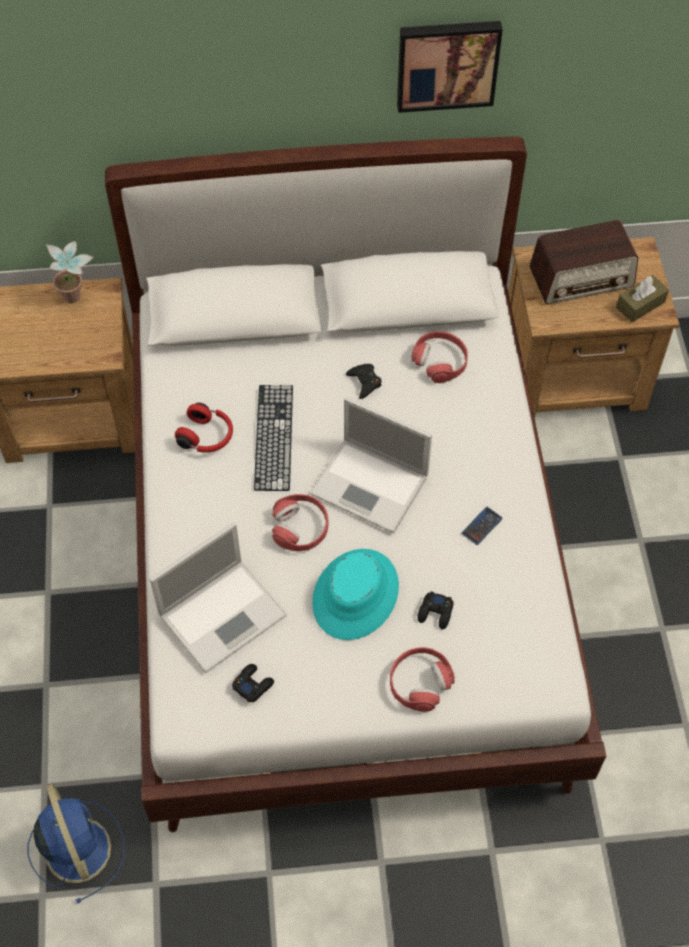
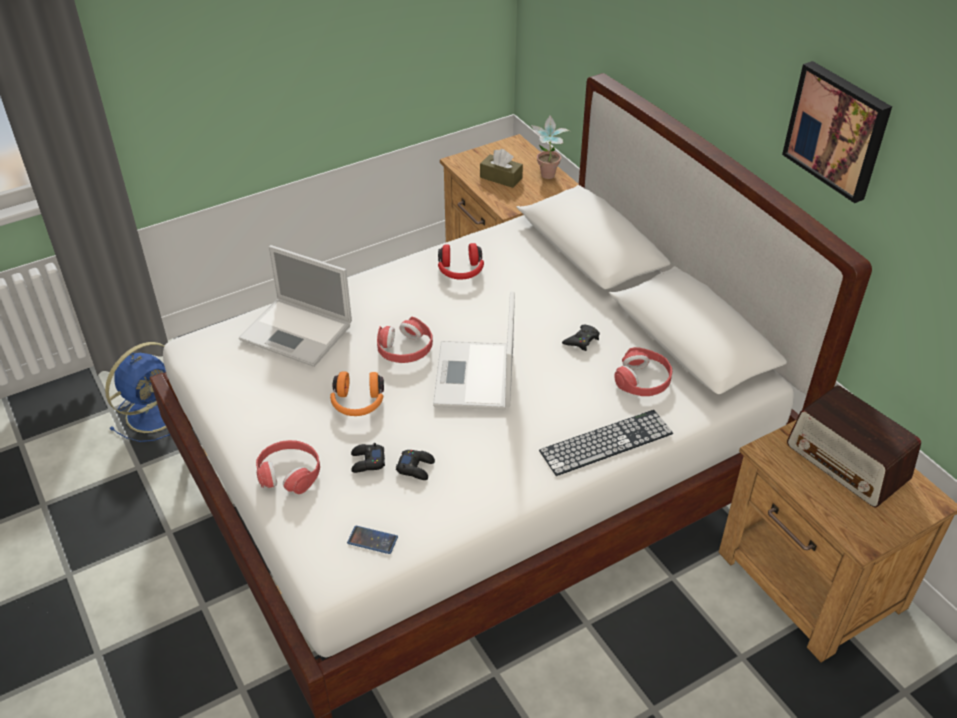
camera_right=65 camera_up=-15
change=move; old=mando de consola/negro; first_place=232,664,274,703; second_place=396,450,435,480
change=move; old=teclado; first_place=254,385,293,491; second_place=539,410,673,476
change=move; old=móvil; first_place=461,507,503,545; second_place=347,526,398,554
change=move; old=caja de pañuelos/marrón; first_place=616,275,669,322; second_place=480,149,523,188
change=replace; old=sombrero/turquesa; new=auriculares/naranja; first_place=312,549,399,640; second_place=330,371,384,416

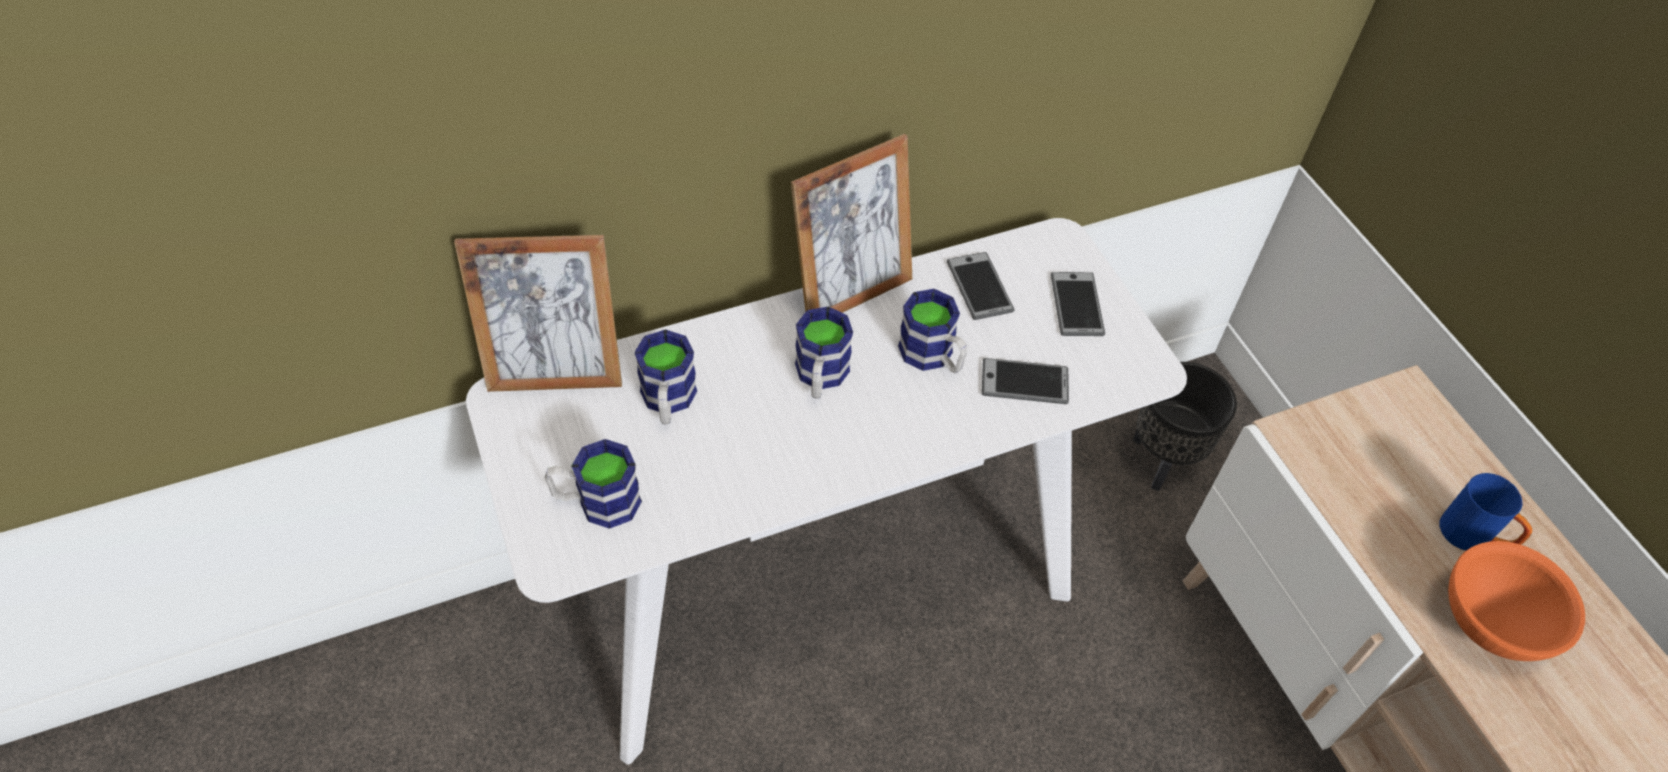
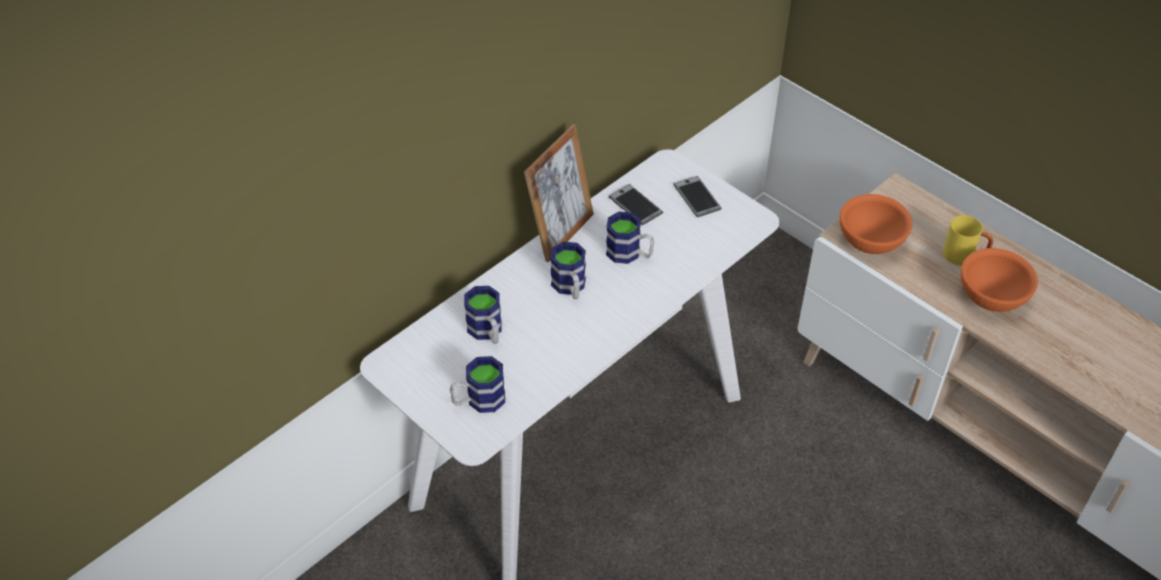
camera_right=-20 camera_up=-5
change=delete; old=portarretratos; first_place=454,235,622,392
change=delete; old=móvil; first_place=982,358,1069,404
change=delete; old=maceta/negro; first_place=1133,362,1237,491
change=insert; new=cuenco/naranja; second_place=840,194,912,254
change=recolor; old=taza grande/azul; new=taza grande/amarillo; first_place=1440,473,1532,551; second_place=943,215,993,265

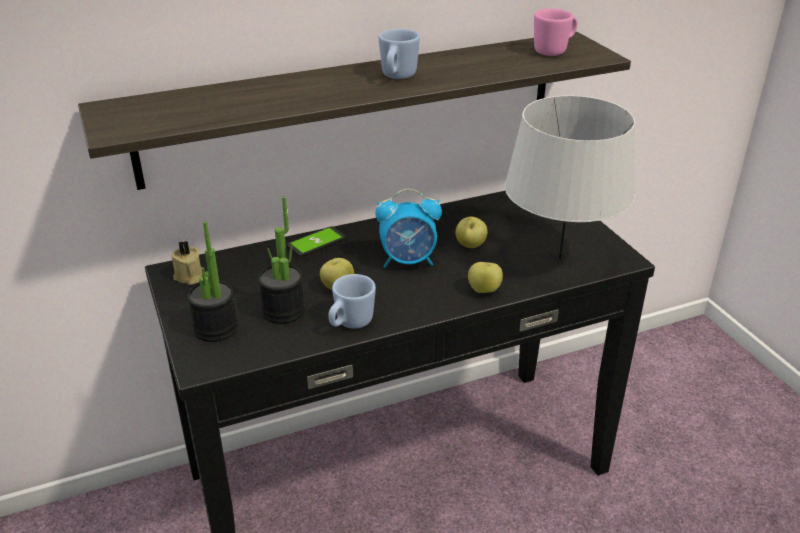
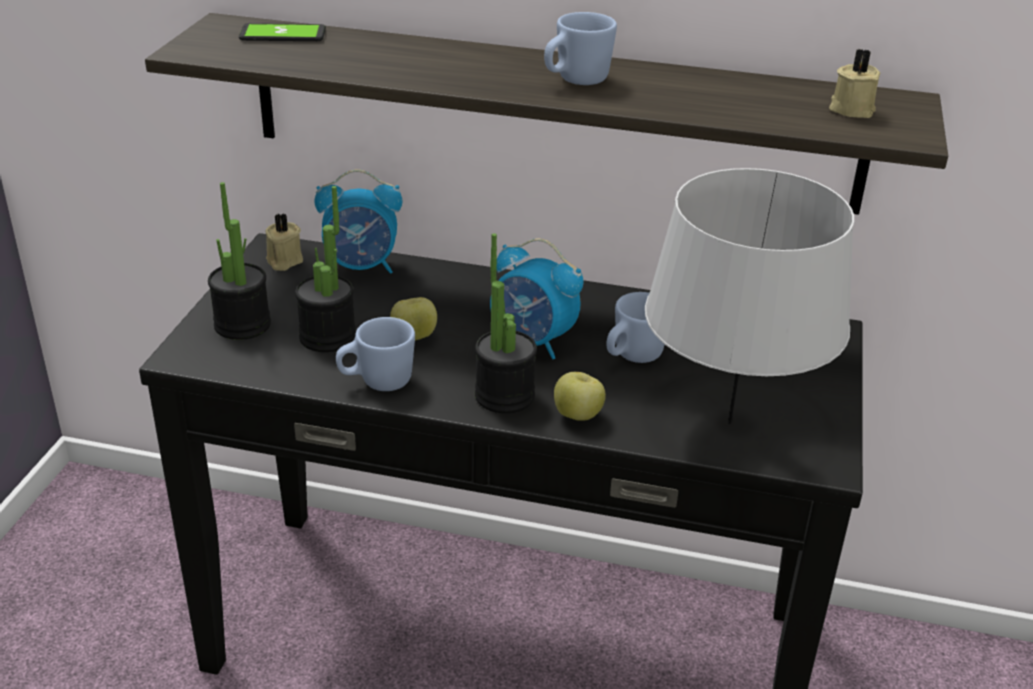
camera_right=35 camera_up=0
change=insert; new=despertador; second_place=314,169,402,274
change=insert; new=planta en maceta; second_place=475,233,537,413
change=move; old=móvil; first_place=287,226,346,256; second_place=239,23,326,41
change=replace; old=manzana; new=taza grande/azul; first_place=455,216,488,248; second_place=607,292,665,363
change=replace; old=taza grande/rosa; new=vela/beis; first_place=534,9,577,56; second_place=829,49,881,118

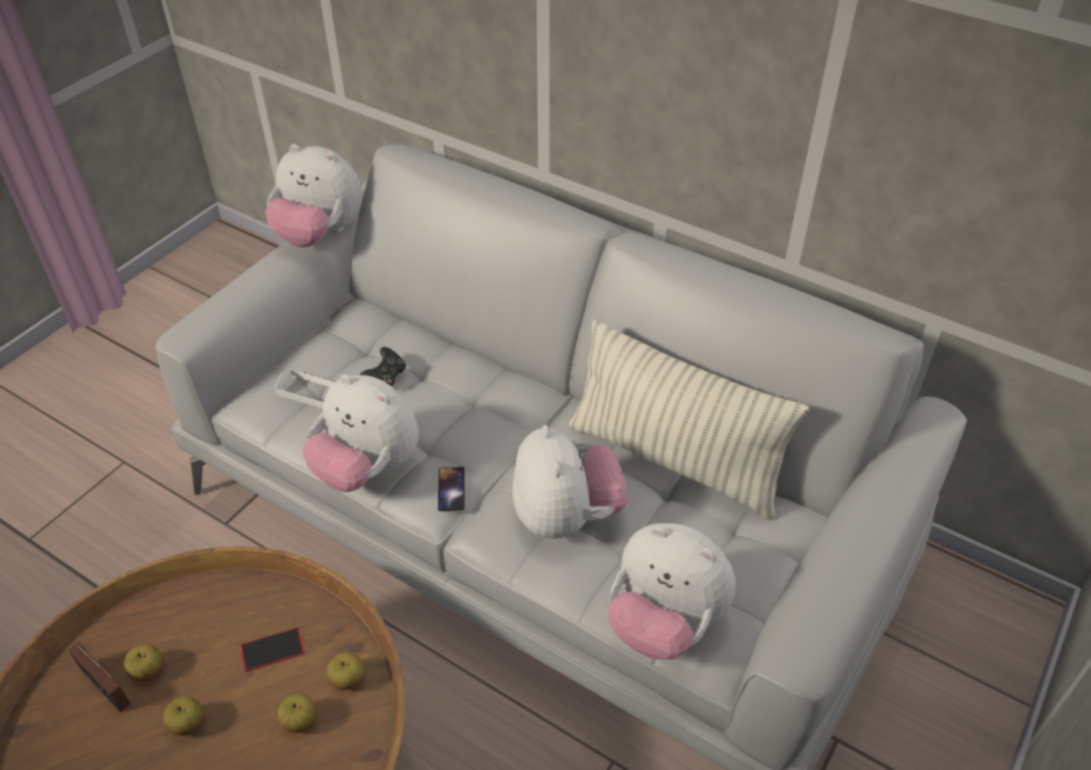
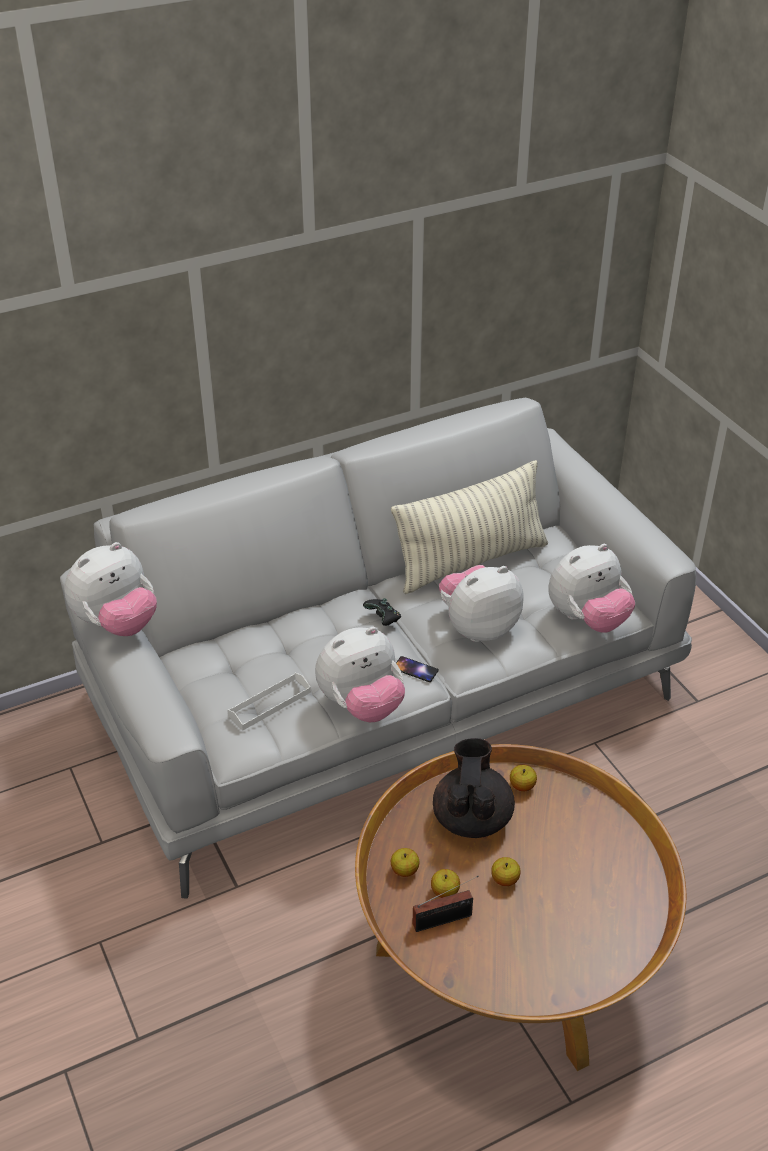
camera_right=-60 camera_up=-5
change=move; old=manzana; first_place=278,694,316,733; second_place=391,848,419,877
change=move; old=mando de consola/negro; first_place=360,347,406,386; second_place=363,598,401,626
change=replace; old=móvil; new=tetera/negro; first_place=240,627,305,672; second_place=433,738,515,838
change=rotate; old=peluche; first_place=513,425,627,539; second_place=439,565,524,642; degrees=-45

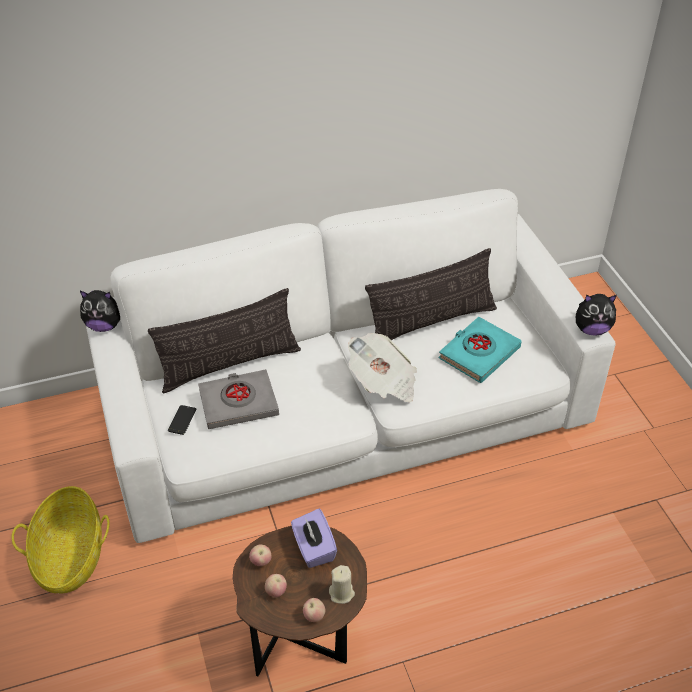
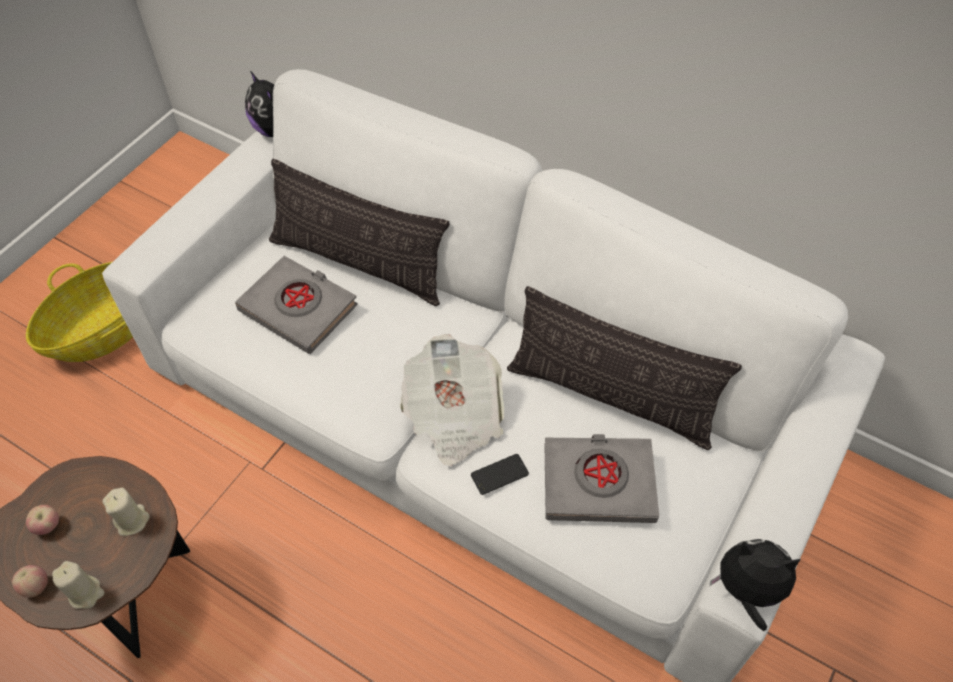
camera_right=50 camera_up=10
change=delete; old=manzana; first_place=249,544,271,566
change=move; old=móvil; first_place=168,405,197,435; second_place=471,454,529,495
change=replace; old=caja de pañuelos/morado; new=vela/beis; first_place=291,509,337,568; second_place=102,488,150,536
change=recolor; old=libro/turquesa; new=libro/gris; first_place=438,317,521,383; second_place=544,434,659,523
change=rotate; old=peluche; first_place=576,294,617,336; second_place=710,539,800,631; degrees=150

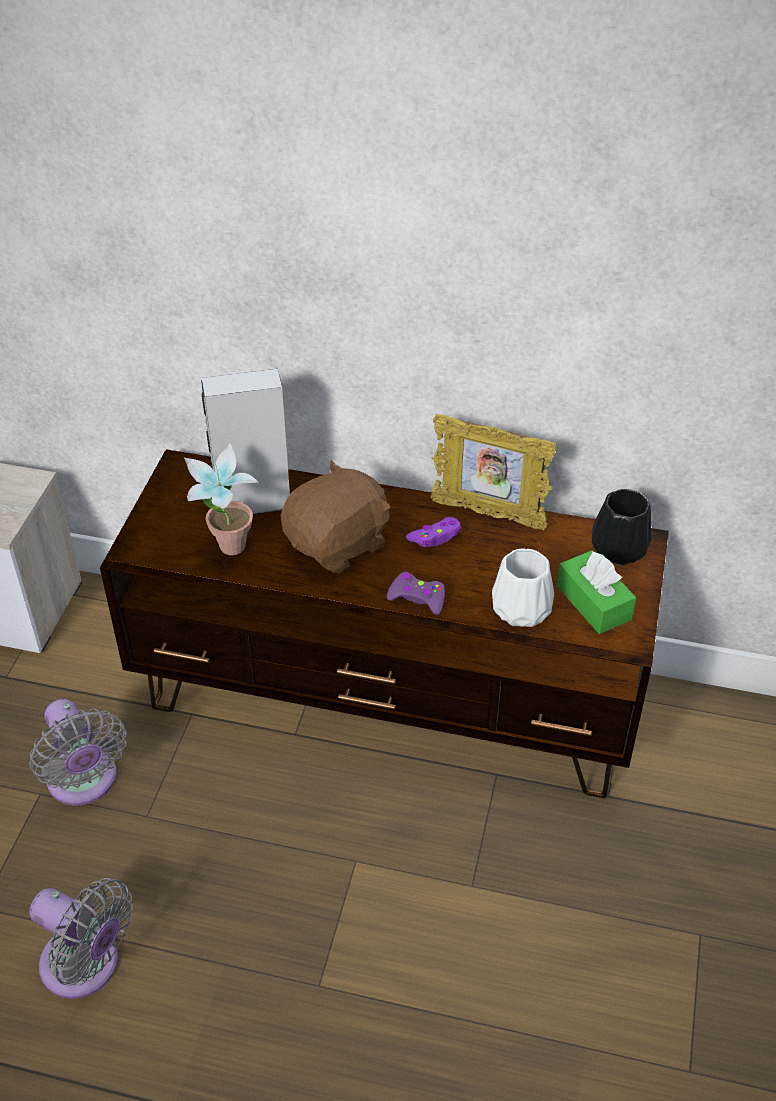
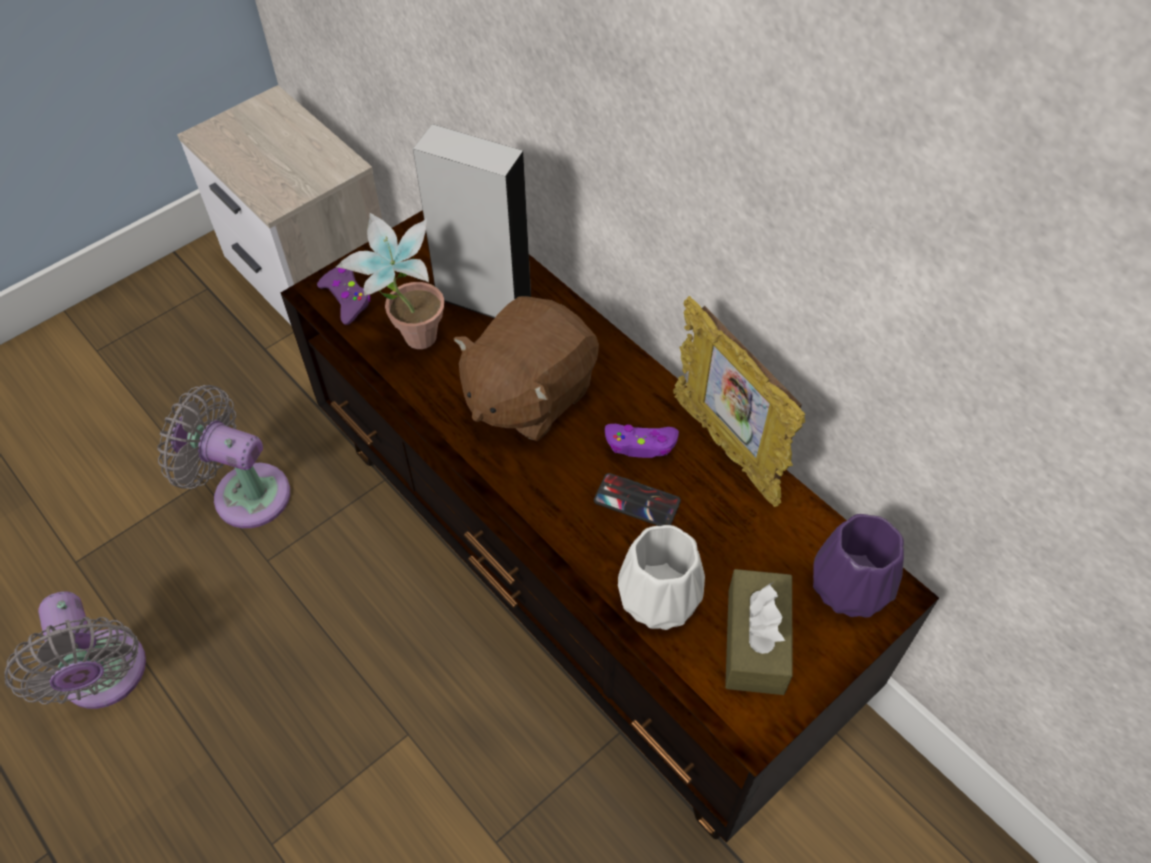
camera_right=35 camera_up=10
change=insert; new=móvil; second_place=594,473,681,526
change=move; old=mando de consola/morado; first_place=387,572,445,615; second_place=317,267,371,325
change=recolor; old=caja de pañuelos/verde; new=caja de pañuelos/marrón; first_place=557,550,636,634; second_place=725,569,793,695
change=recolor; old=florero/negro; new=florero/morado; first_place=592,489,652,565; second_place=813,514,904,618
change=rotate; old=ventilador/gris; first_place=29,699,127,806; second_place=157,385,290,528; degrees=105
change=rotate; old=peluche/marrón; first_place=280,460,390,573; second_place=454,296,599,441; degrees=135

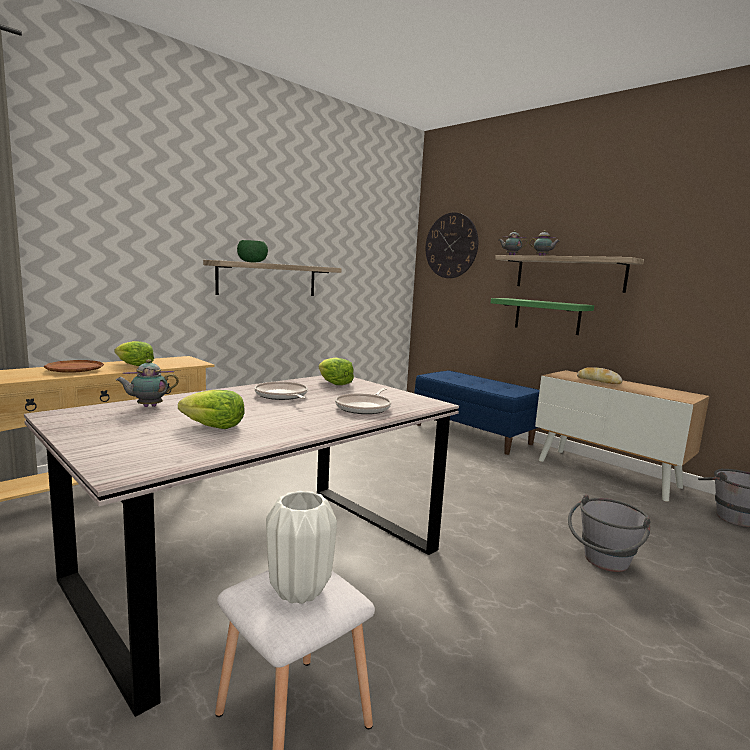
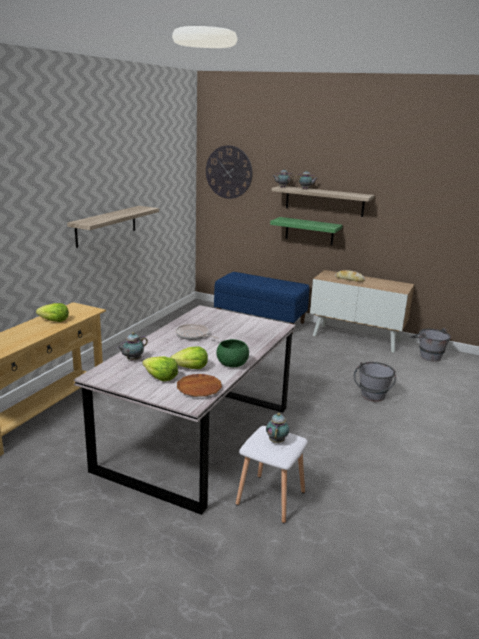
camera_right=-20 camera_up=10
change=delete; old=sartén; first_place=335,388,391,414
change=move; old=plato/marrón; first_place=44,360,104,373; second_place=177,374,222,397
change=move; old=cuenco/verde; first_place=237,240,268,262; second_place=216,339,249,367
change=move; old=lechuga; first_place=319,358,354,385; second_place=142,356,178,381
change=replace; old=florero/blanco; new=tetera; first_place=266,491,337,604; second_place=266,413,289,443

